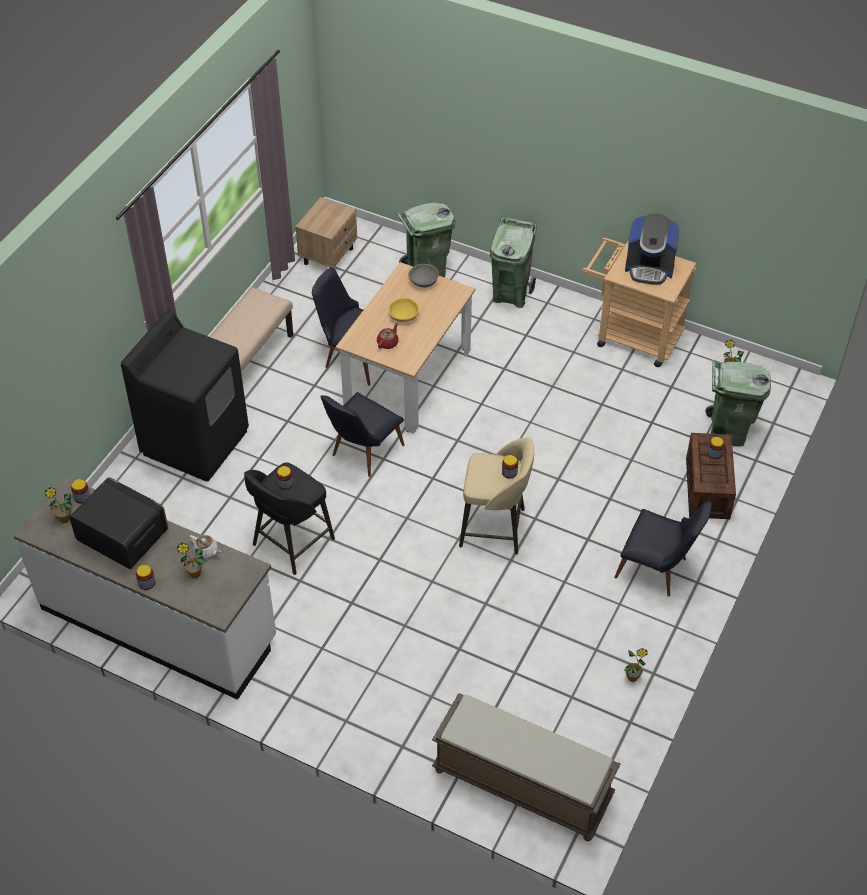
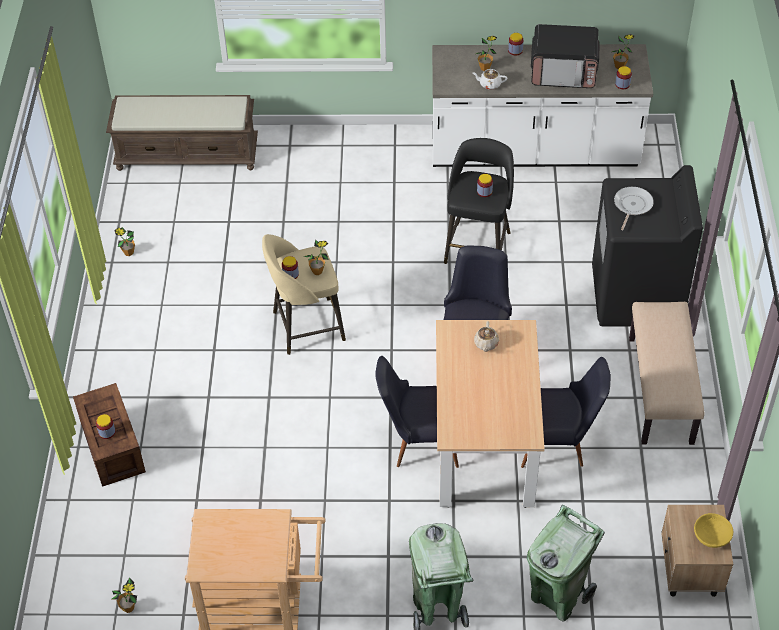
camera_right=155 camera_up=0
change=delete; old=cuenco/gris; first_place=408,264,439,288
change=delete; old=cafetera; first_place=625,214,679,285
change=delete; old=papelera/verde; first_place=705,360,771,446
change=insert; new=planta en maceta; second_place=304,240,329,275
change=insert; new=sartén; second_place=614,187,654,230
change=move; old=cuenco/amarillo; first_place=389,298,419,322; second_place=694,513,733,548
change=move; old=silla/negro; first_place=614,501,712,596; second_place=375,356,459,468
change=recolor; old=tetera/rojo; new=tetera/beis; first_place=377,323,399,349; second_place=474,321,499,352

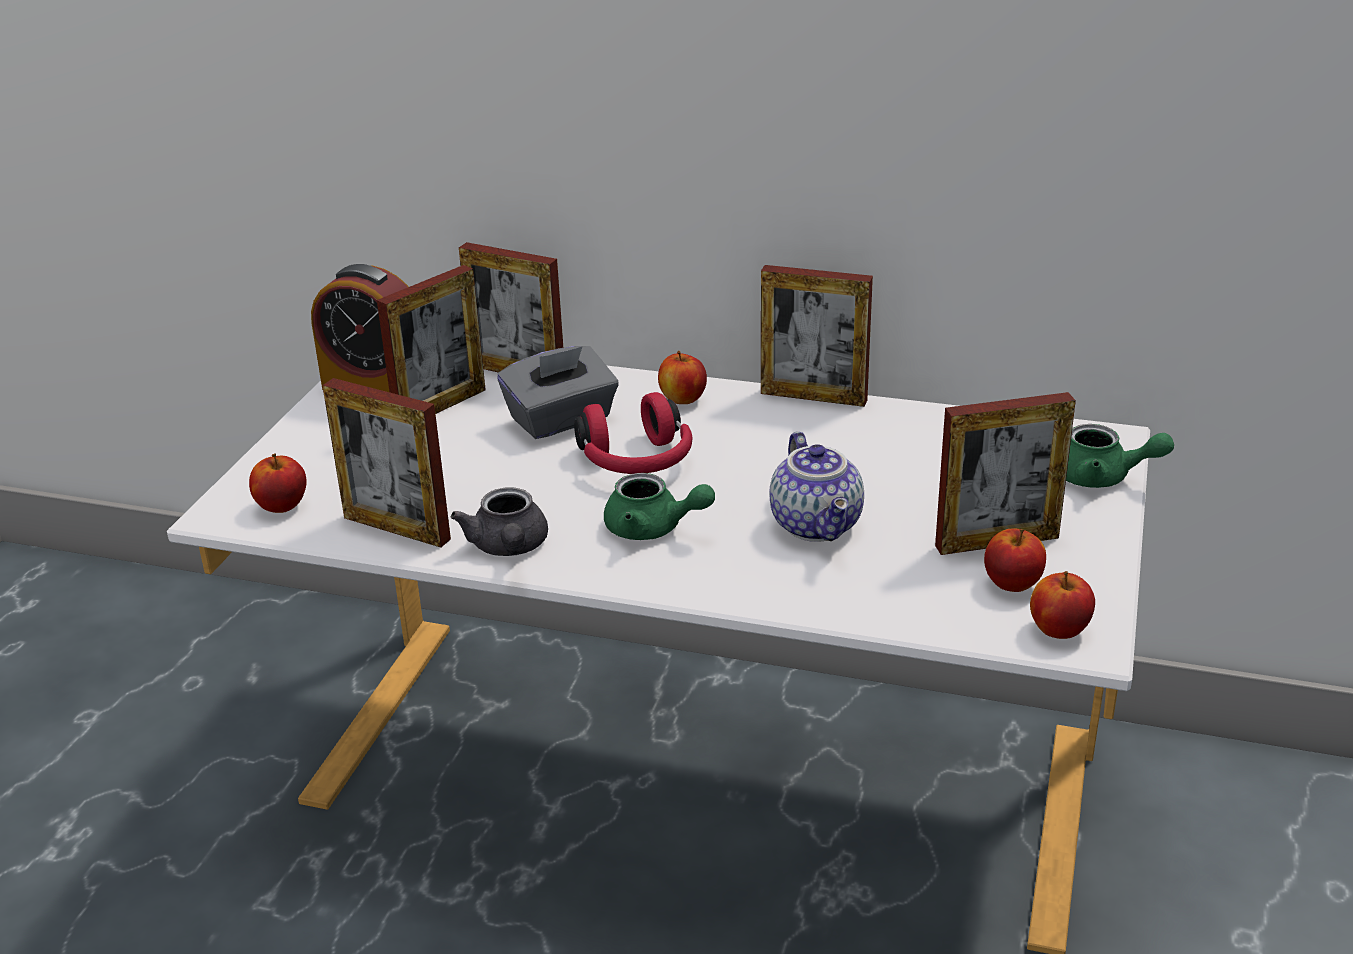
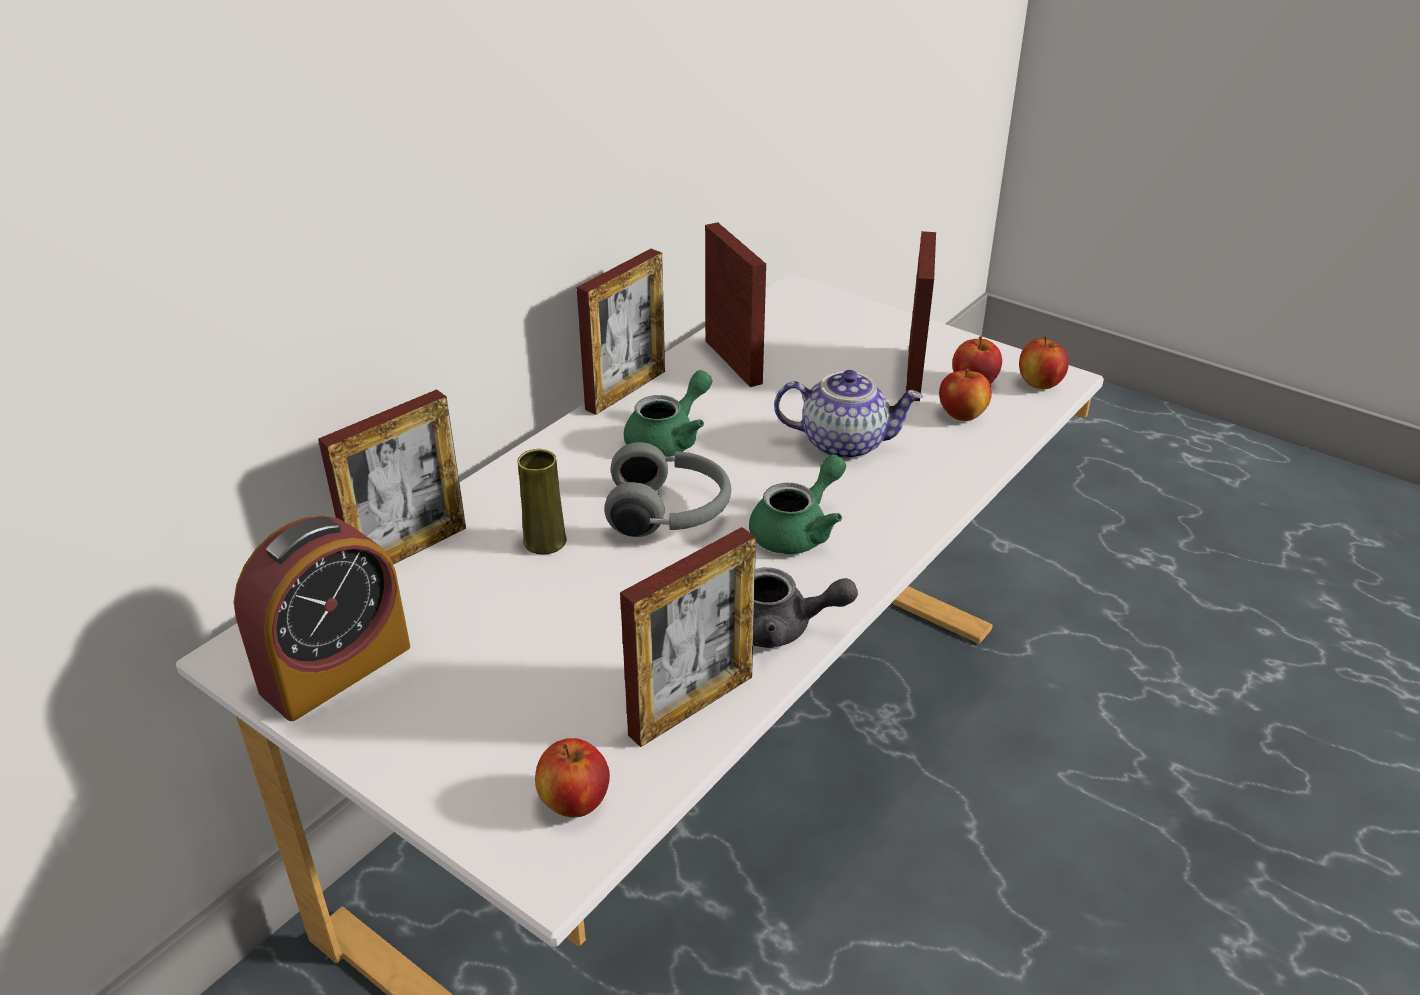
camera_right=-70 camera_up=5
change=move; old=portarretratos; first_place=377,265,486,414; second_place=705,222,766,387
change=move; old=manzana; first_place=658,351,707,404; second_place=939,369,992,421
change=move; old=tetera/verde; first_place=1066,424,1174,488; second_place=624,370,712,457
change=replace; old=caja de pañuelos/gris; new=florero/amarillo; first_place=498,346,619,439; second_place=517,449,567,554
change=recolor; old=auriculares/rojo; new=auriculares/gris; first_place=574,392,693,474; second_place=605,442,731,537

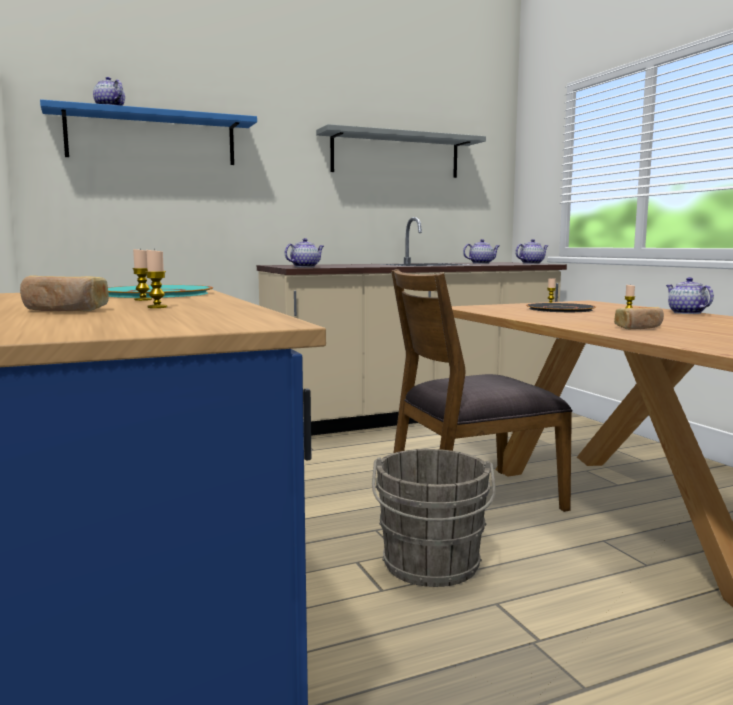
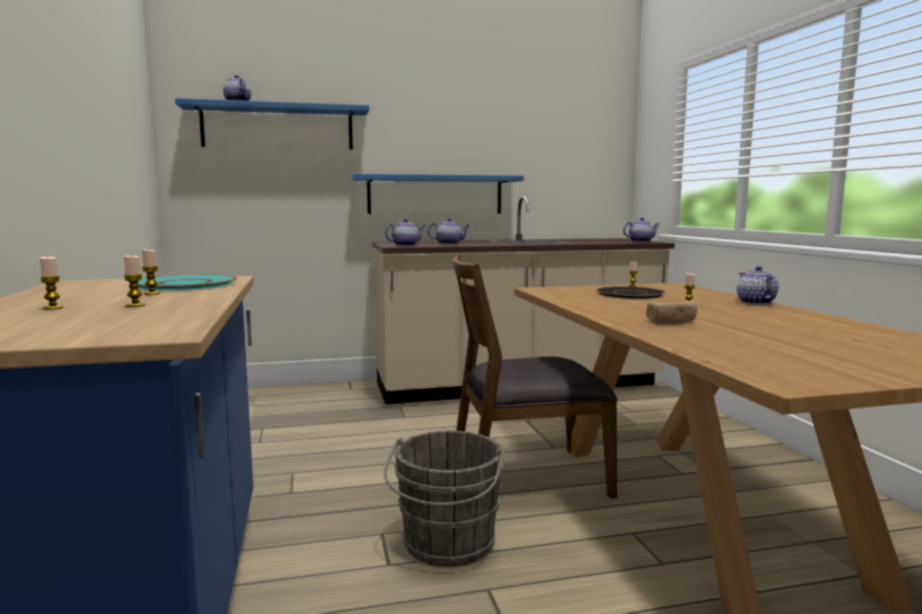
camera_right=10 camera_up=0
change=delete; old=estante/gris; first_place=316,124,486,178
change=insert; new=estante/azul; second_place=352,174,524,214
change=move; old=tetera; first_place=463,239,499,264; second_place=428,218,470,244
change=replace; old=pan; new=vela; first_place=20,275,109,311; second_place=40,256,63,310

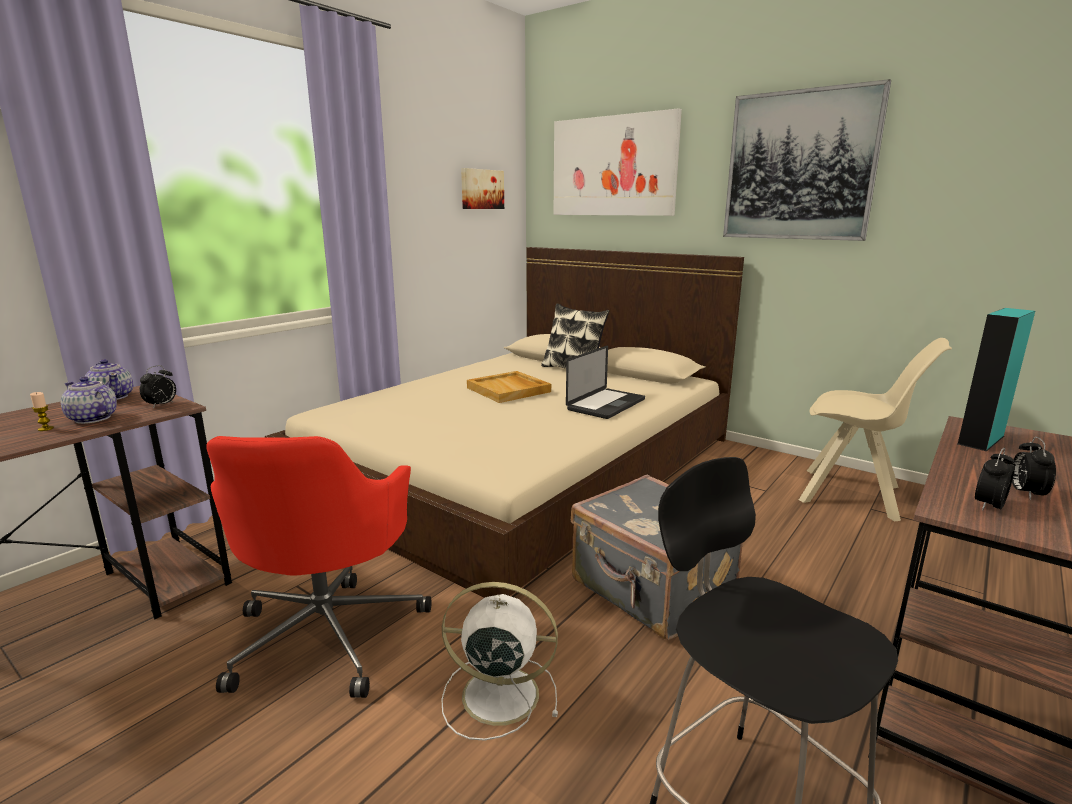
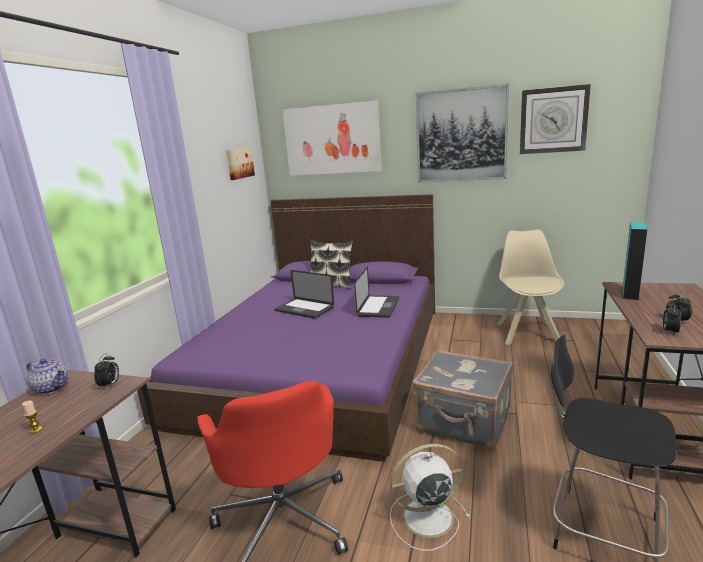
camera_right=-20 camera_up=0
change=delete; old=tetera; first_place=61,377,117,424
change=insert; new=reloj de pared; second_place=520,84,591,154
change=replace; old=bandeja/beis; new=portátil; first_place=467,371,551,403; second_place=275,270,334,319
change=recolor; old=cama/beis; new=cama/morado; first_place=265,247,744,598; second_place=137,194,435,462
change=rotate; old=silla/beis; first_place=799,338,952,522; second_place=497,229,564,345; degrees=-90

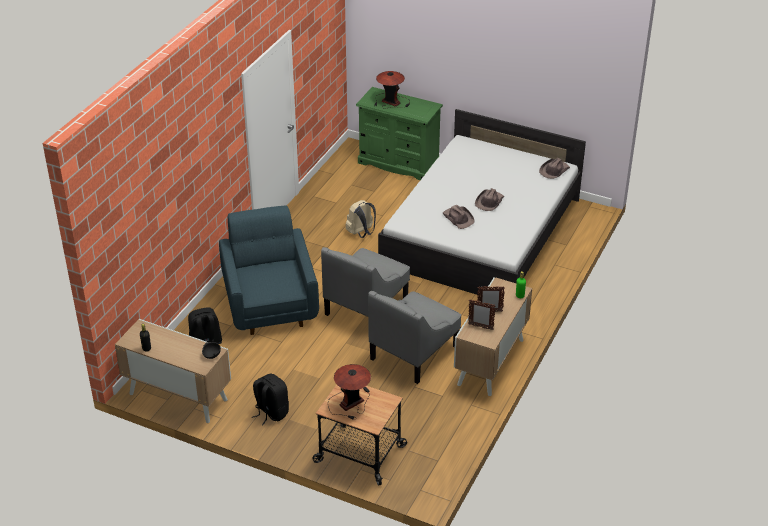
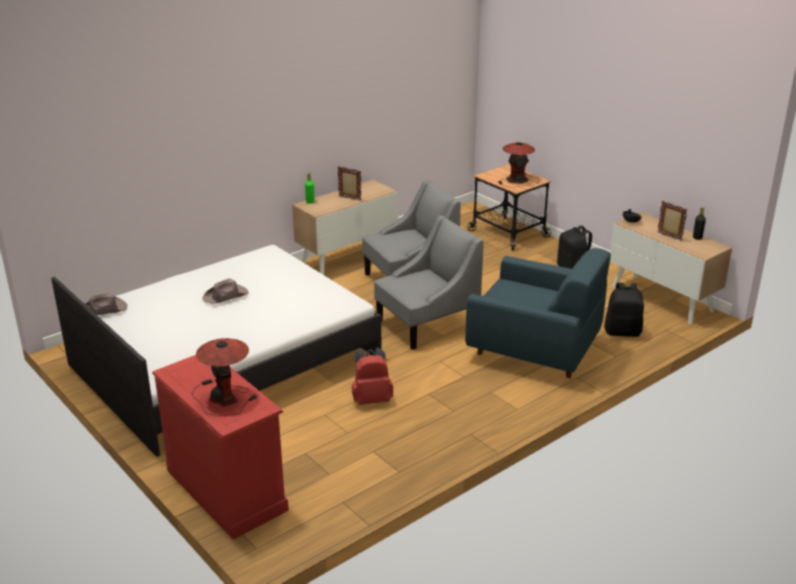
camera_right=-155 camera_up=-10
change=delete; old=sombrero/marrón; first_place=442,205,475,229
change=move; old=portarretratos; first_place=468,299,495,330; second_place=657,201,688,241
change=recolor; old=mochila/beis; new=mochila/rojo; first_place=346,200,376,238; second_place=352,347,393,405
change=recolor; old=cómoda/verde; new=cómoda/rojo; first_place=356,87,443,180; second_place=152,355,289,539
change=rotate; old=sillón/azul; first_place=219,206,319,335; second_place=465,248,611,378; degrees=-75

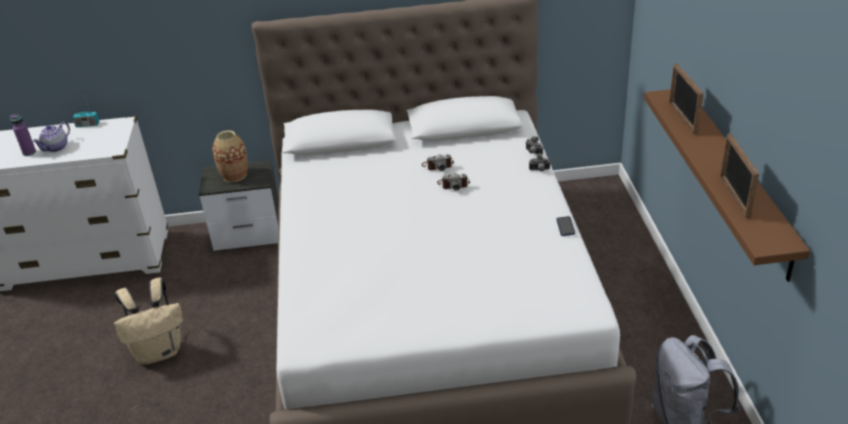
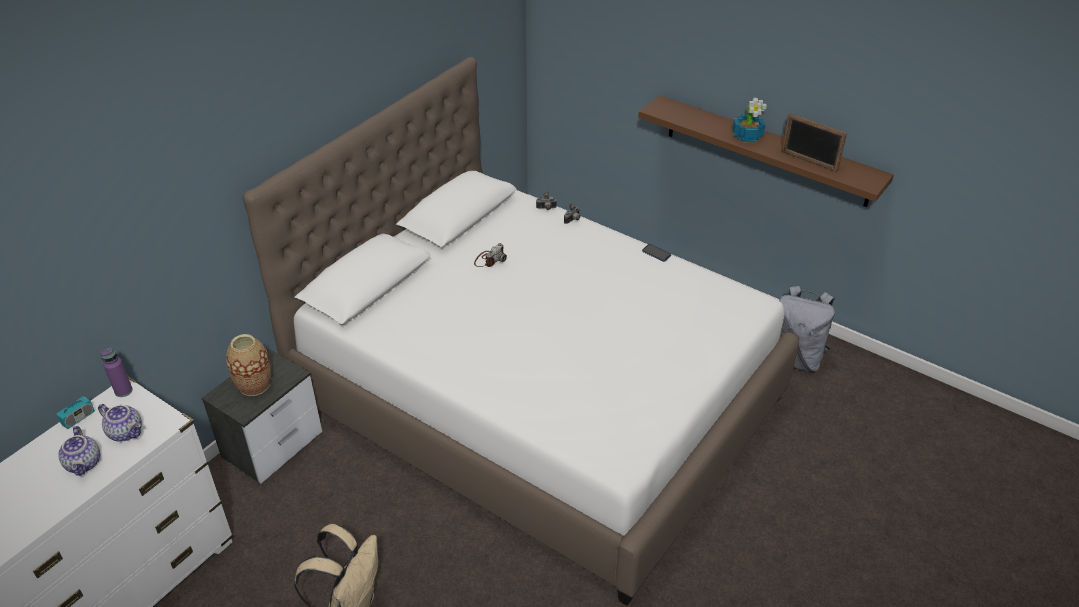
camera_right=-50 camera_up=5
change=delete; old=cámara; first_place=437,173,470,191
change=delete; old=portarretratos; first_place=669,63,704,135
change=insert; new=tetera; second_place=98,404,142,441
change=insert; new=planta en maceta; second_place=732,98,767,142
change=move; old=botella/morado; first_place=10,114,36,156; second_place=100,348,133,397

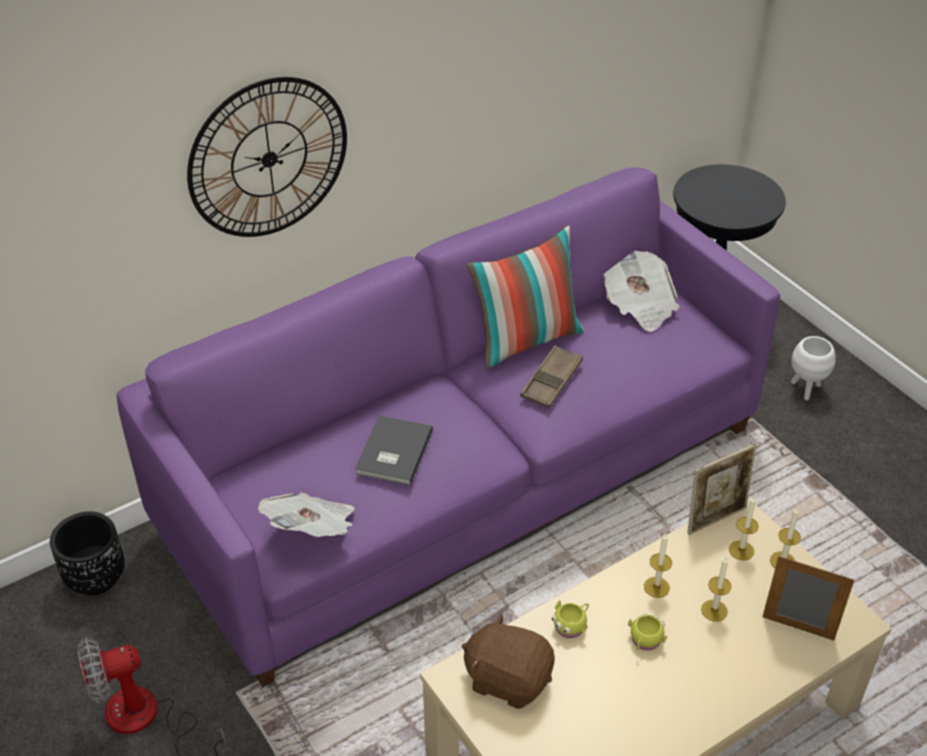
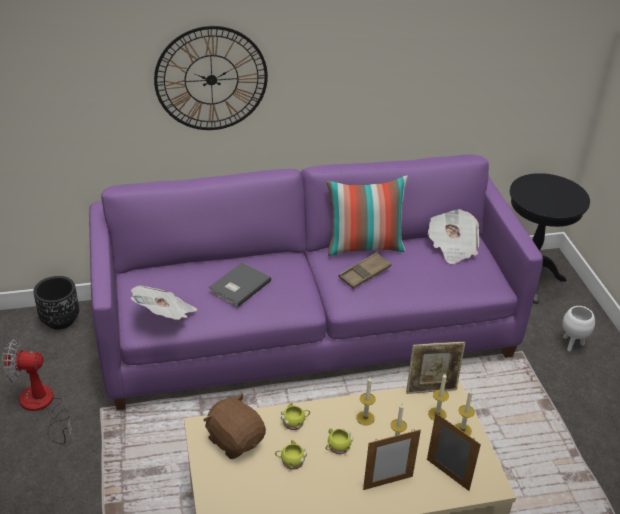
camera_right=20 camera_up=-5
change=insert; new=taza grande/amarillo; second_place=275,440,307,470
change=insert; new=portarretratos; second_place=363,429,421,490

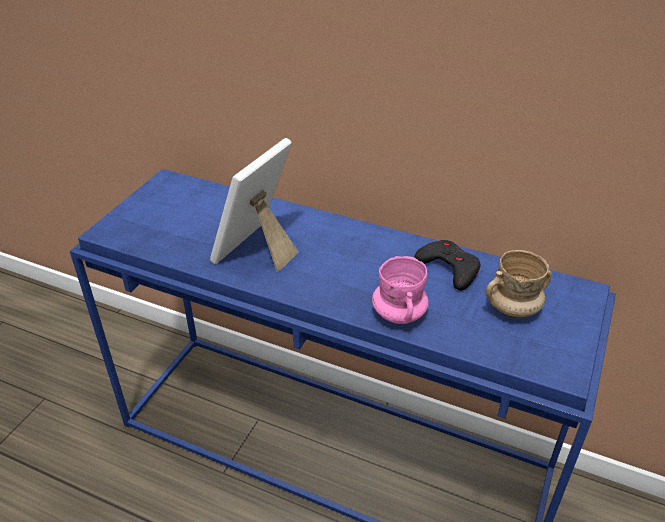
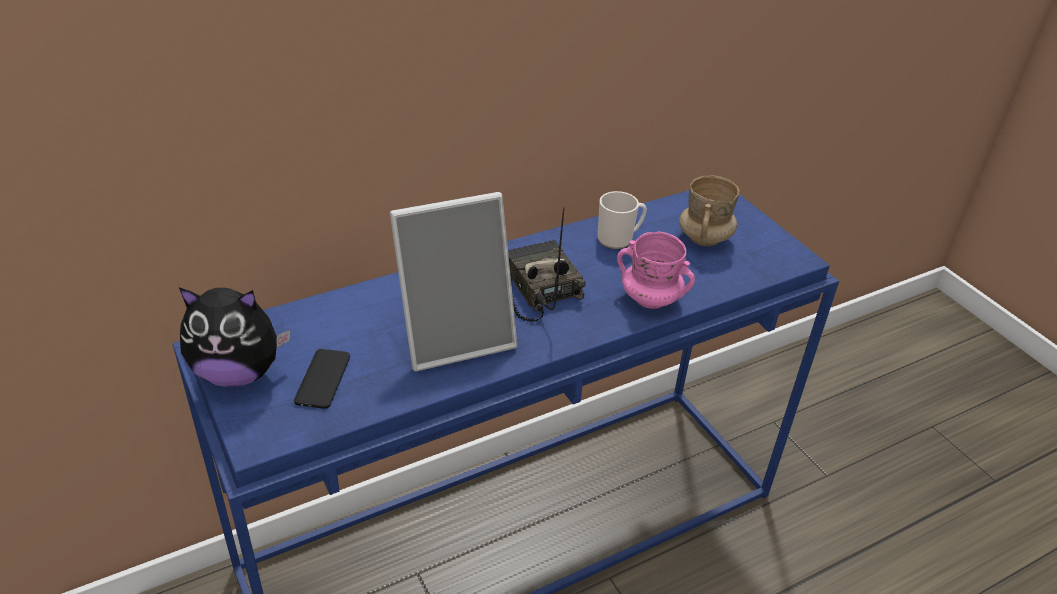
camera_right=-55 camera_up=0
change=insert; new=peluche; second_place=179,287,291,387
change=insert; new=móvil; second_place=294,349,350,409
change=insert; new=radio; second_place=508,207,586,322
change=replace; old=mando de consola/negro; new=taza grande; first_place=414,240,481,290; second_place=598,191,647,249
change=rotate; old=portarretratos; first_place=210,138,299,272; second_place=390,192,517,372; degrees=-90

